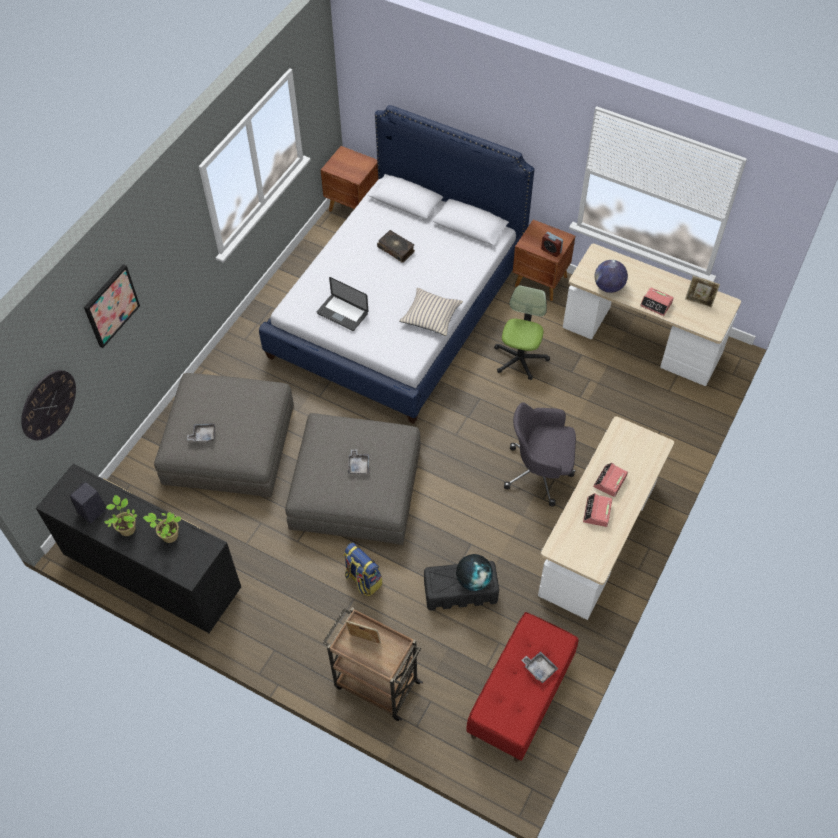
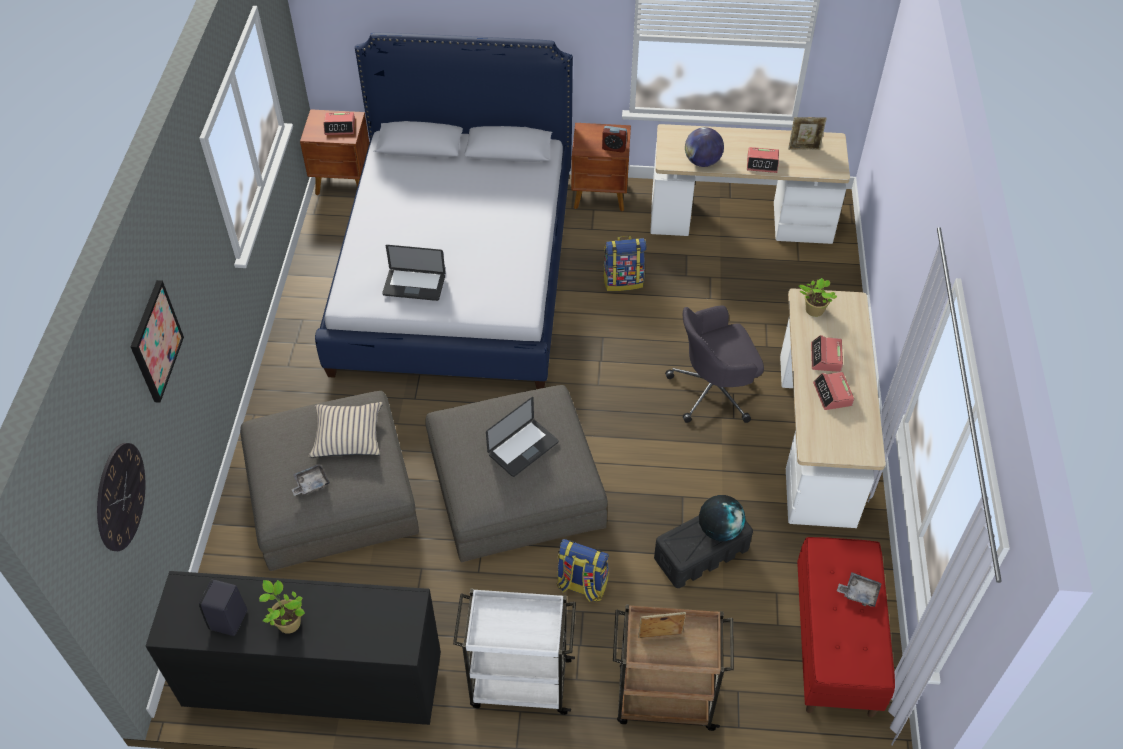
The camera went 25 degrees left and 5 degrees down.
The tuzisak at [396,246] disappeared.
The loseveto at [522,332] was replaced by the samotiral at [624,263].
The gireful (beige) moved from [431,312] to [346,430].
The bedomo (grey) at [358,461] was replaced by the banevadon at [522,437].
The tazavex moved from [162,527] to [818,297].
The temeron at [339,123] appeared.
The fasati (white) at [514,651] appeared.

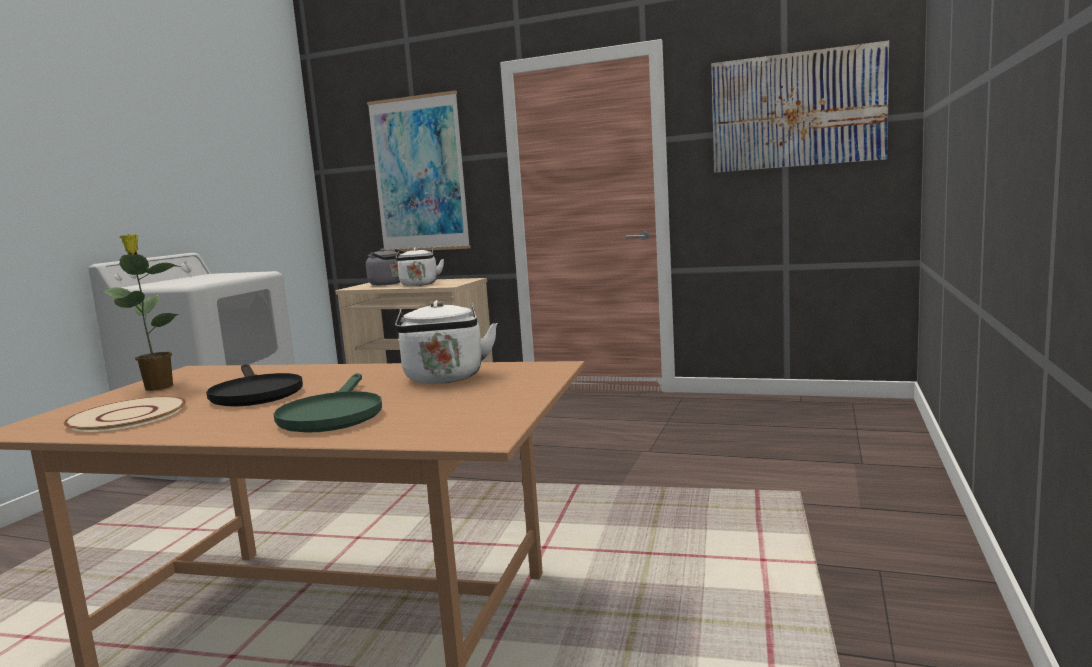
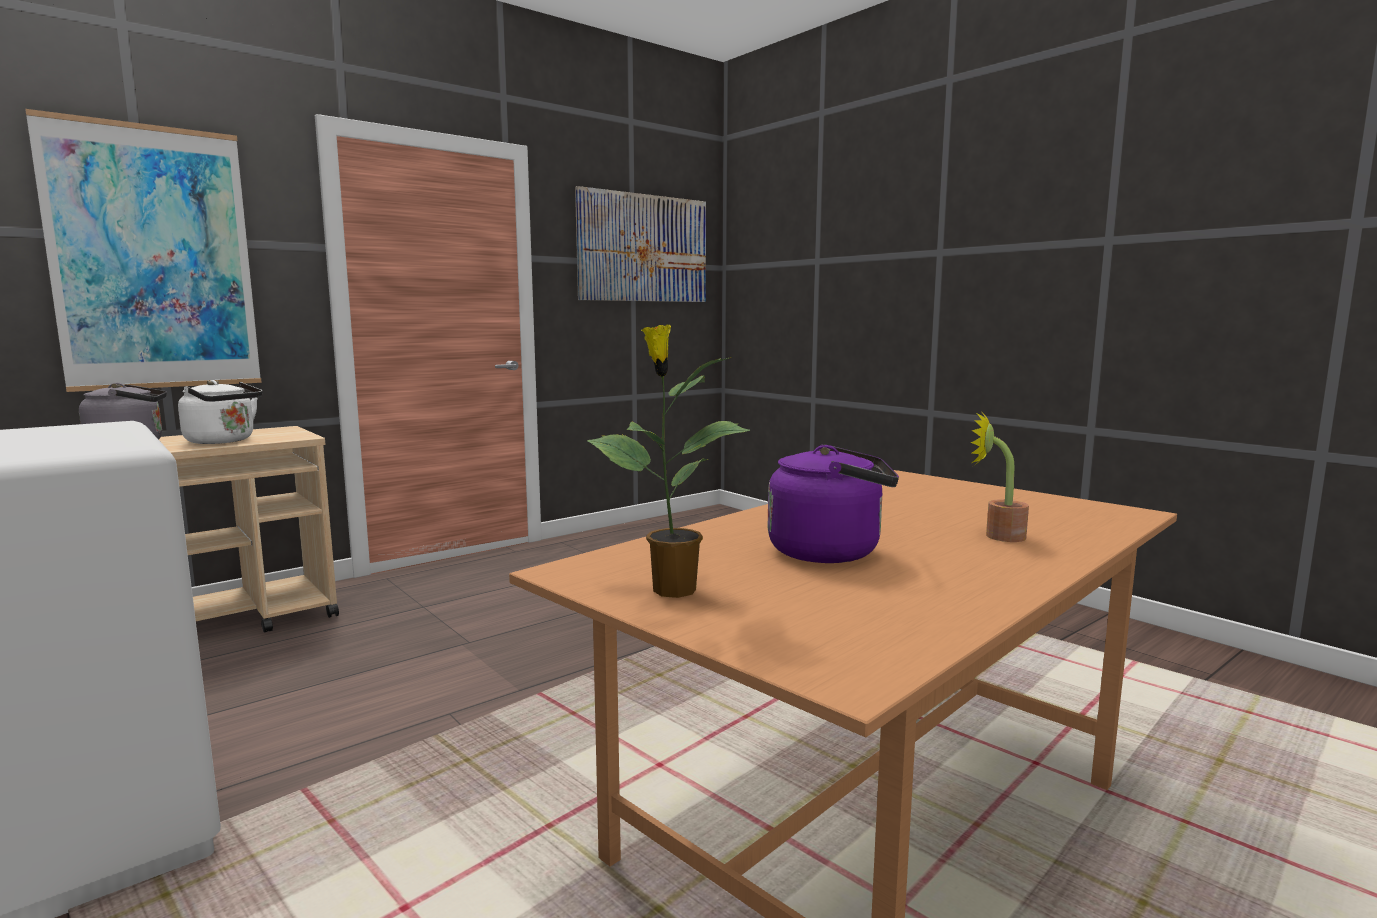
The camera went 60 degrees left and 0 degrees up.
The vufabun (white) at [446,342] disappeared.
The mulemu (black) at [254,385] was replaced by the vufabun (purple) at [833,503].
The mulemu (green) at [328,403] was replaced by the tazavex at [999,476].
The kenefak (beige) at [125,414] disappeared.

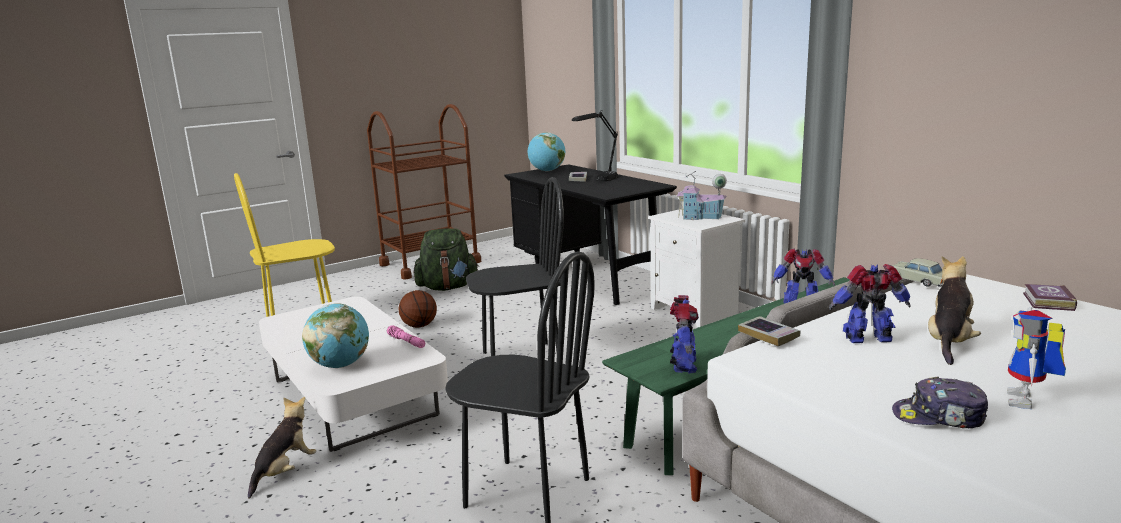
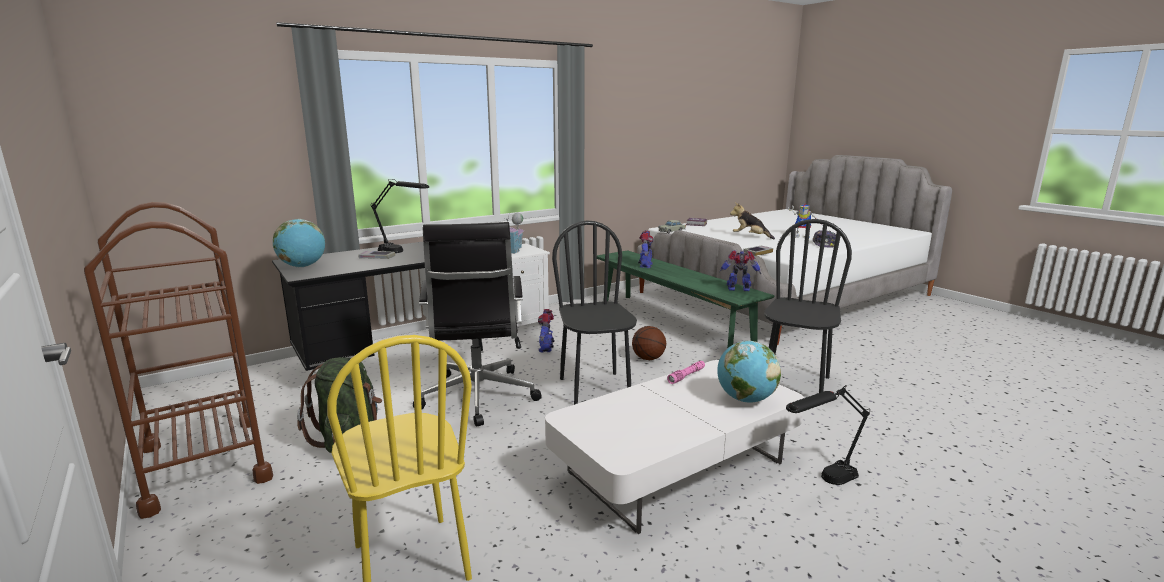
The camera went 90 degrees left and 0 degrees up.
The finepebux moved from [870,303] to [546,331].
The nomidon moved from [418,309] to [649,343].
The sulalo at [282,448] was replaced by the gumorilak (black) at [828,435].
The loseveto (black) at [477,324] appeared.

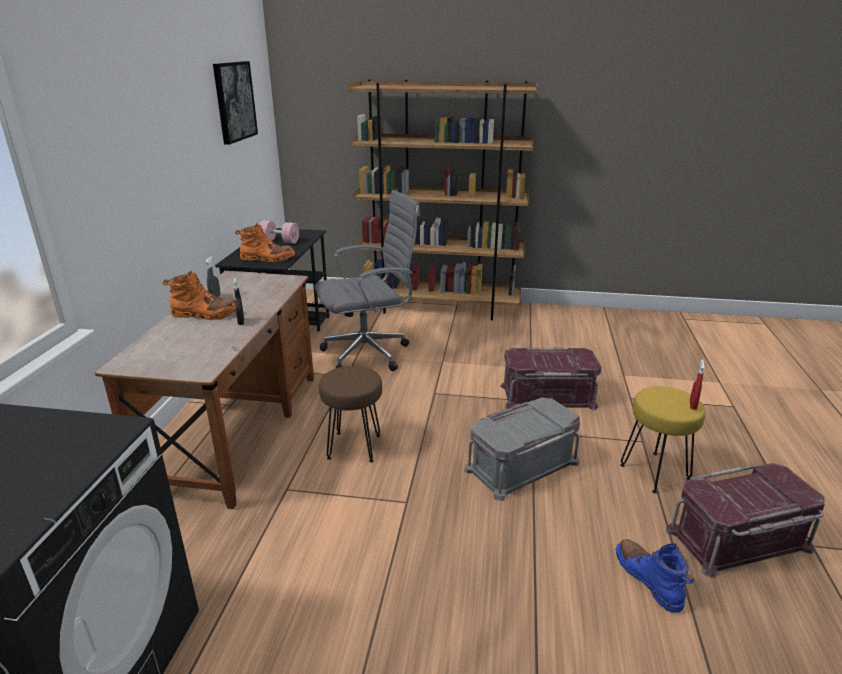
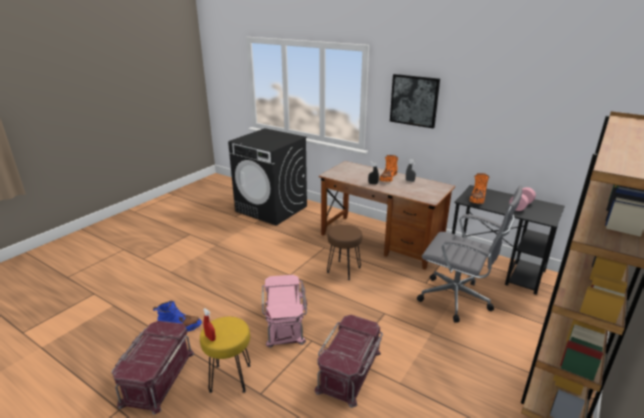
The camera went 115 degrees right and 0 degrees up.
The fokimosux moved from [235,103] to [415,101].
The loseveto (grey) at [367,280] turned 60 degrees counterclockwise.
The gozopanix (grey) at [522,449] became the gozopanix (pink) at [284,311].

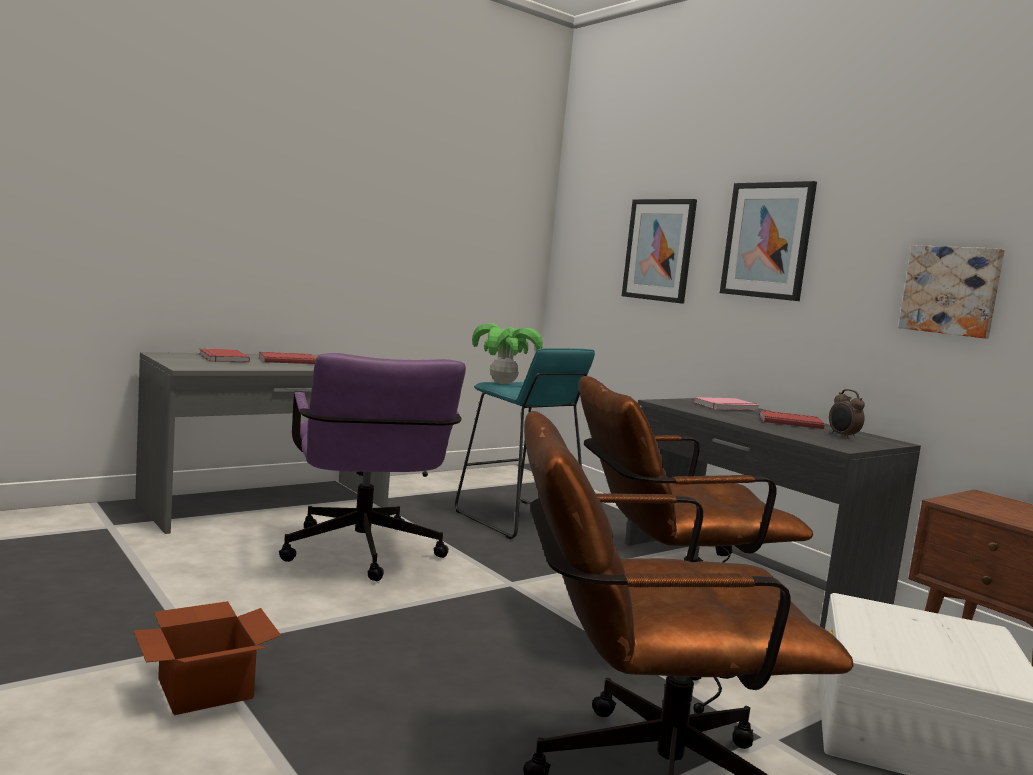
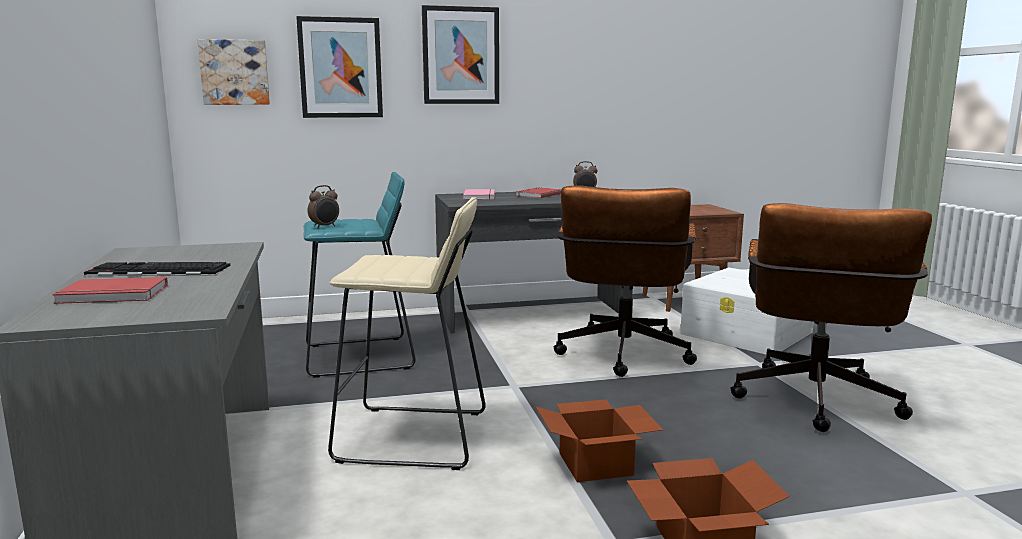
The camera went 65 degrees left and 5 degrees up.
The fokimosux moved from [951,292] to [234,72].
The tazavex at [507,354] was replaced by the temeron at [323,206].
The tuzisak (red) at [287,358] was replaced by the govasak at [157,269].
The loseveto (purple) at [372,467] was replaced by the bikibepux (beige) at [406,333].
The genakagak at [599,440] appeared.

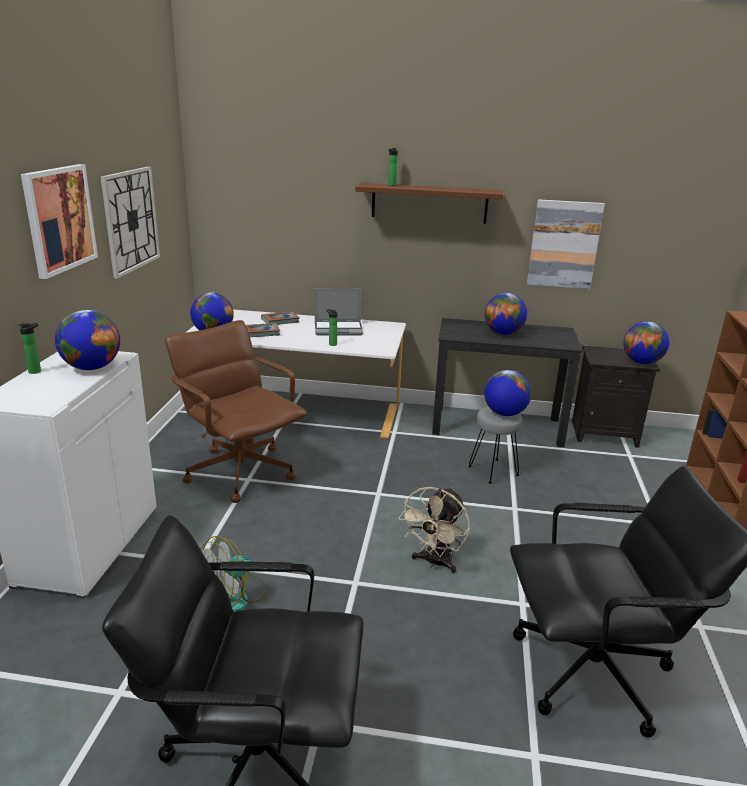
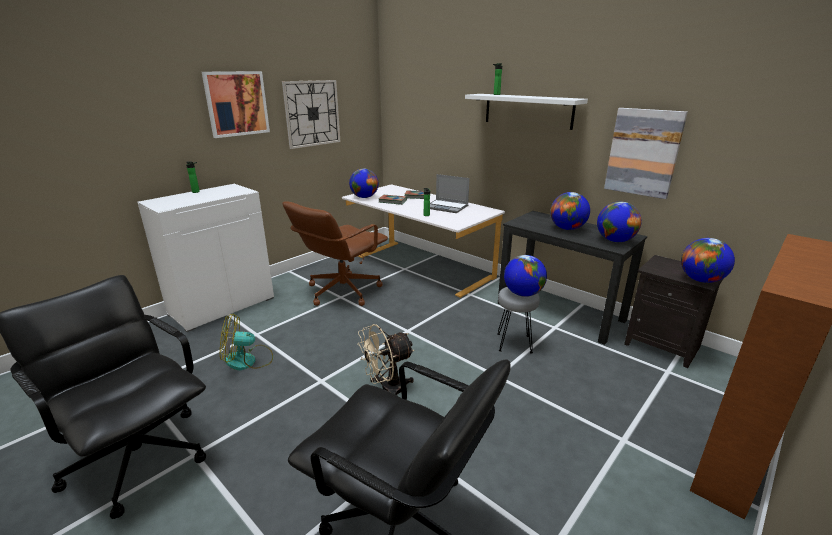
The camera went 35 degrees right and 0 degrees up.
The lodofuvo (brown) at [429,203] became the lodofuvo (white) at [526,112].
The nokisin moved from [87,340] to [619,222].
The loseveto (brown) at [236,411] turned 135 degrees counterclockwise.

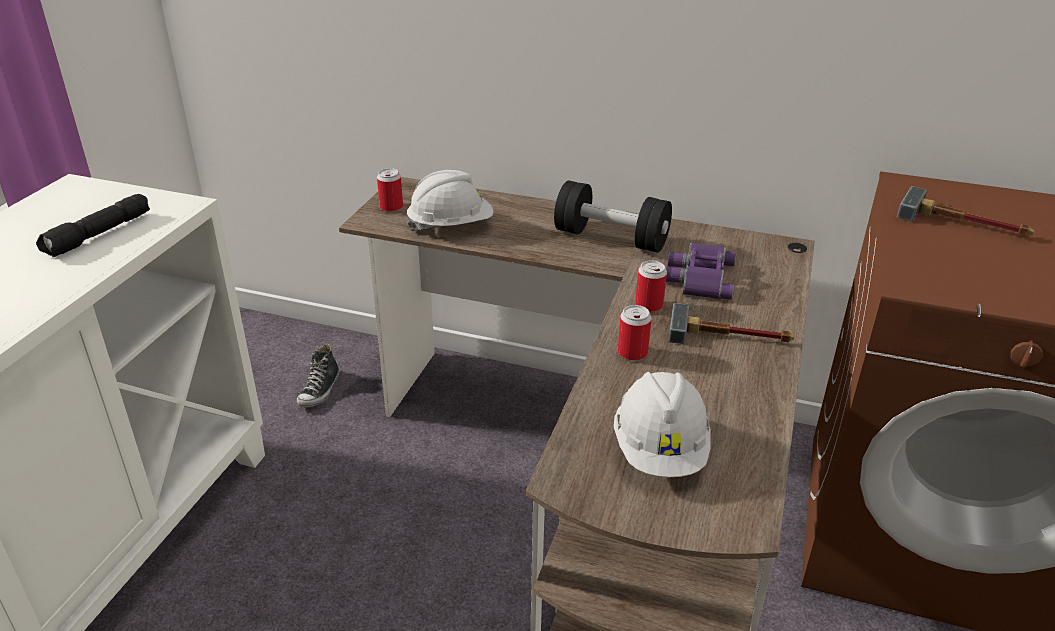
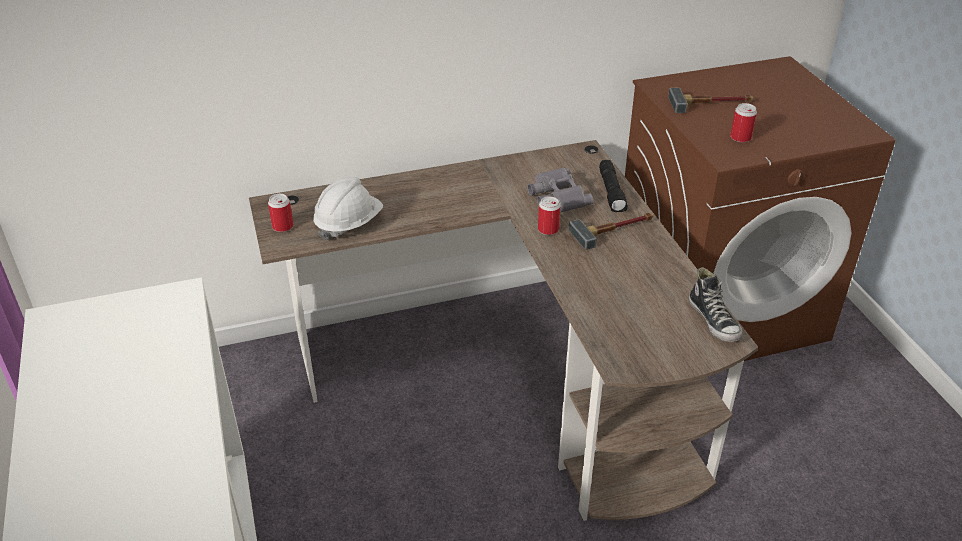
The camera went 35 degrees left and 5 degrees up.
The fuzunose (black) at [613,217] disappeared.
The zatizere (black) moved from [93,225] to [613,186].
The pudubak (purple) at [701,271] became the pudubak (grey) at [560,190].
The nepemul moved from [635,333] to [743,123].
The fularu moved from [318,375] to [716,304].
The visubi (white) at [662,424] disappeared.

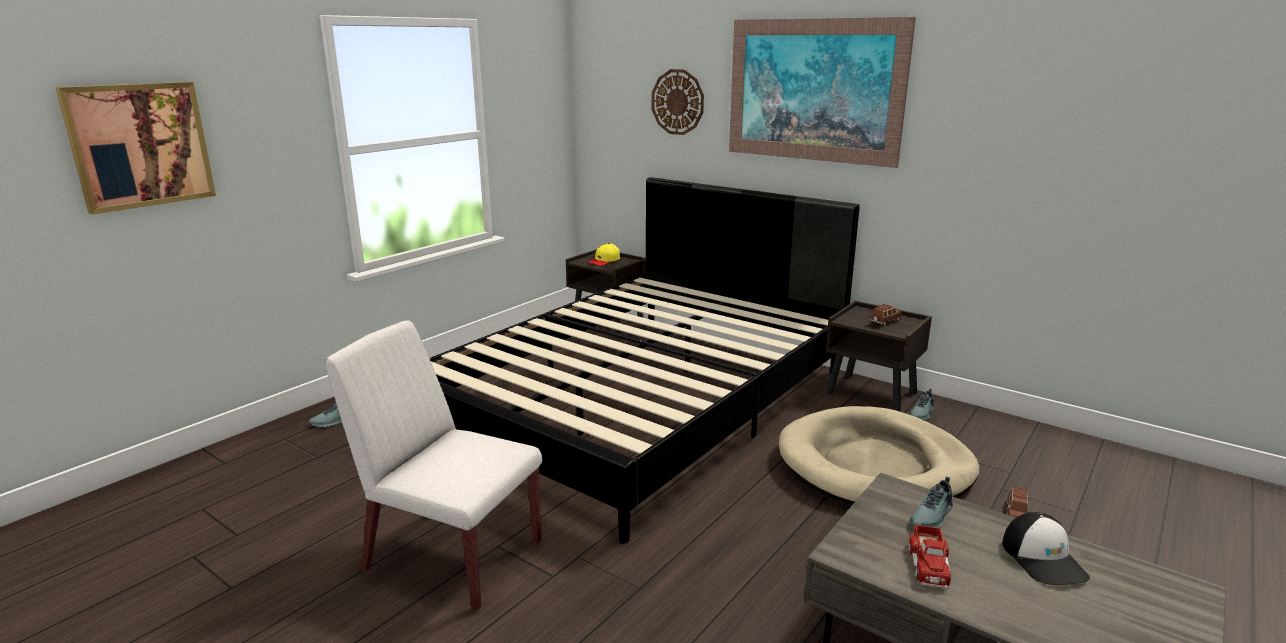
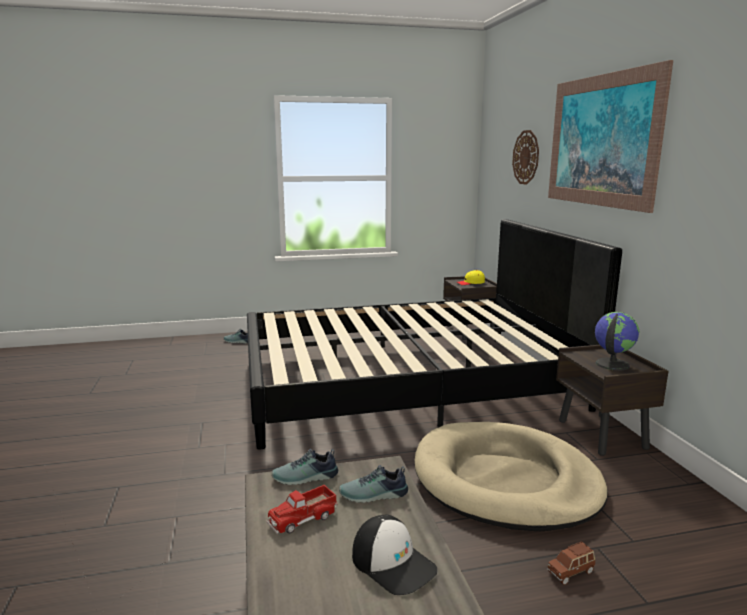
The camera went 40 degrees right and 5 degrees down.
The fokimosux at [135,148] disappeared.
The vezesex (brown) at [886,315] was replaced by the nokisin at [617,341].
The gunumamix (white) at [433,466] disappeared.
The fularu moved from [921,404] to [305,467].
The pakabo at [1046,548] turned 75 degrees counterclockwise.

